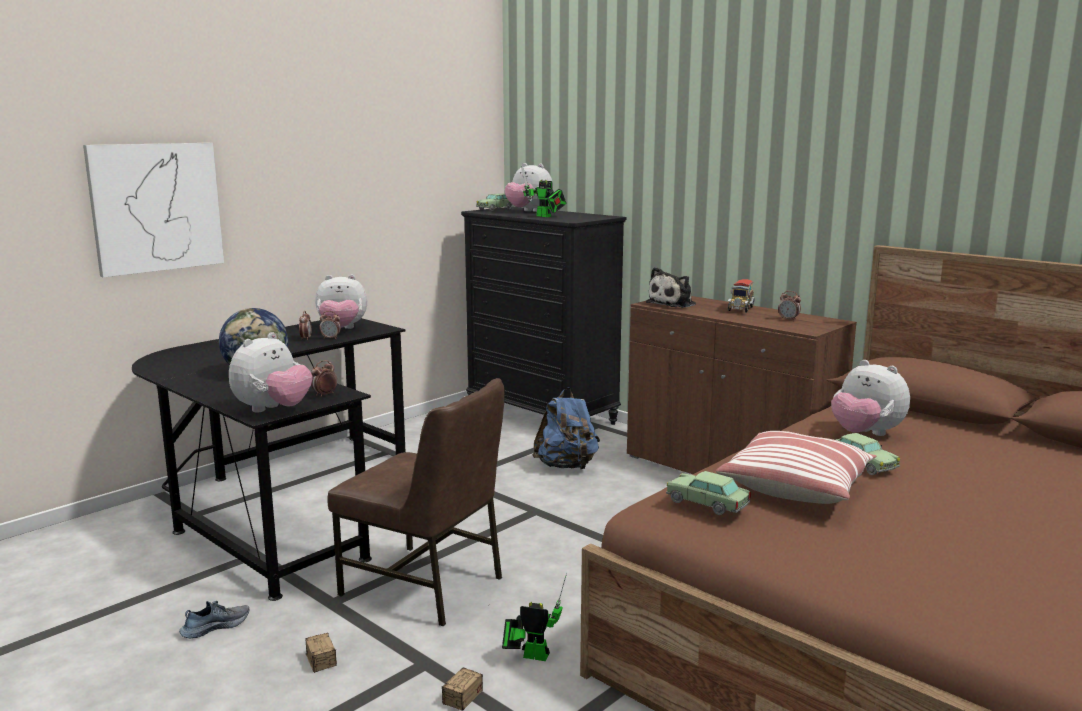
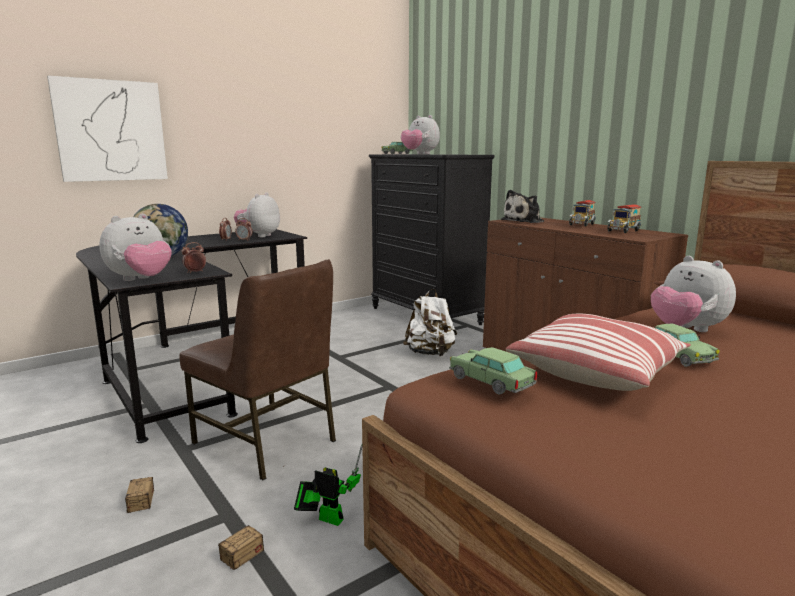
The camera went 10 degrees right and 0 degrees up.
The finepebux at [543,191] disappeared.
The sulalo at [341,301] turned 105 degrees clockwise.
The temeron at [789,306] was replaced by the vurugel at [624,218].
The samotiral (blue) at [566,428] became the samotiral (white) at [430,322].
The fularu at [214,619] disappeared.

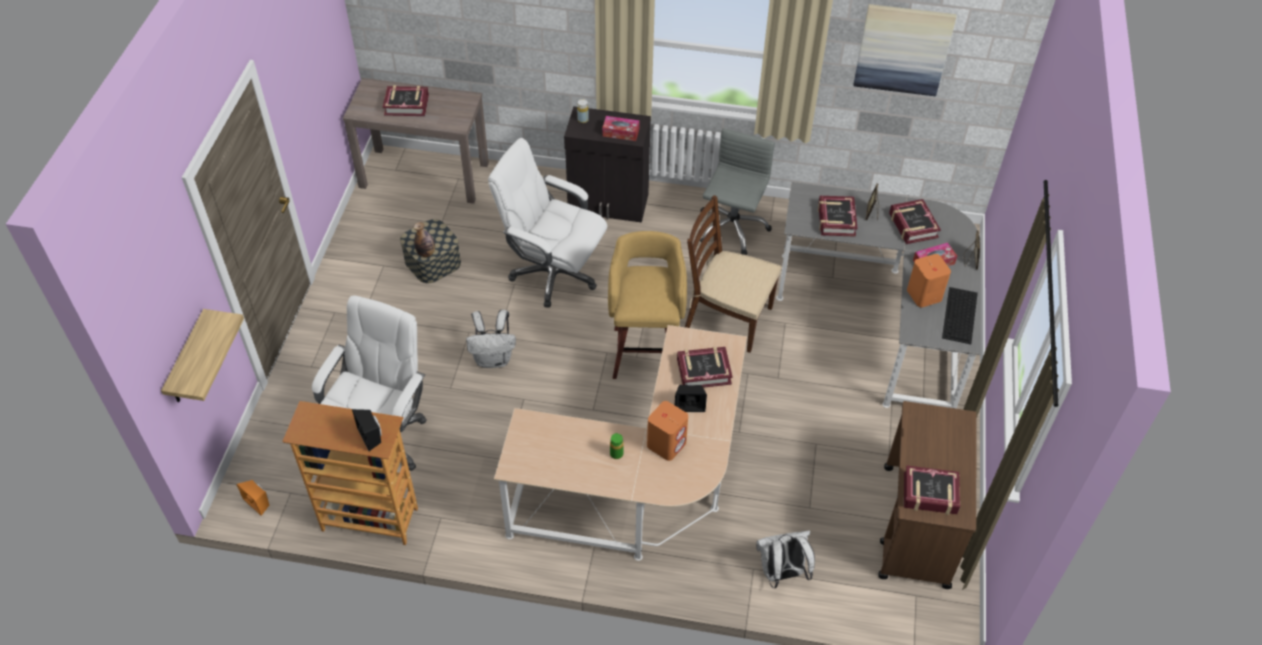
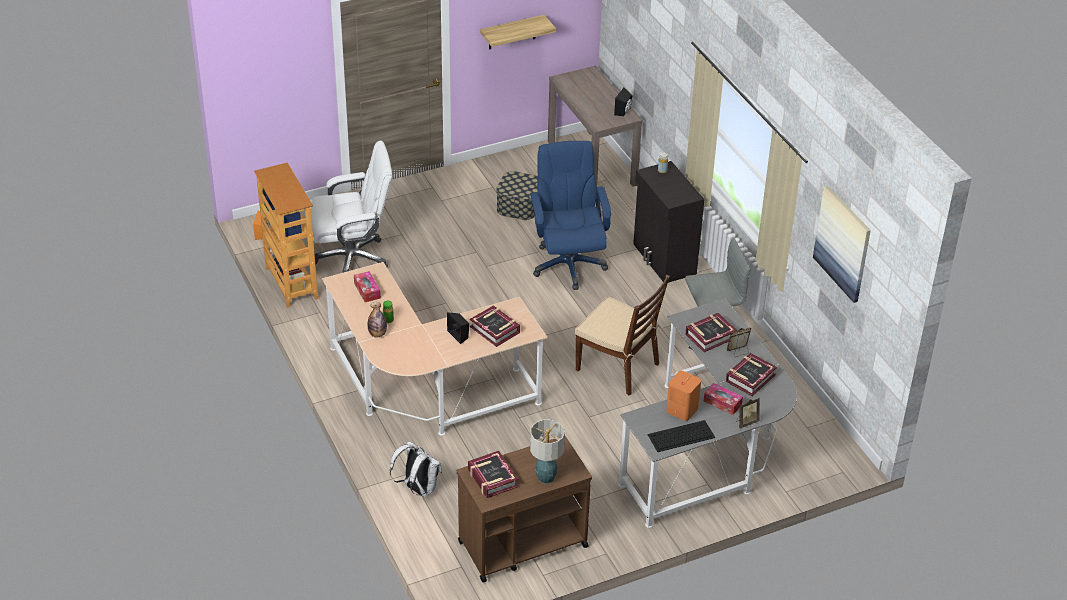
The camera went 55 degrees right and 10 degrees down.
The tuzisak at [406,100] disappeared.
The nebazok moved from [621,128] to [367,286].
The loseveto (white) at [547,223] became the loseveto (blue) at [570,215].
The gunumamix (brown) at [733,274] turned 135 degrees clockwise.
The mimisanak moved from [424,239] to [377,319].
The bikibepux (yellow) at [647,305] disappeared.
The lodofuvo moved from [202,355] to [518,32].
The samotiral (white) at [491,339] disappeared.
The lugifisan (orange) at [667,431] disappeared.
The lugifisan (black) moved from [366,430] to [623,102].
The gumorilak at [547,451] appeared.

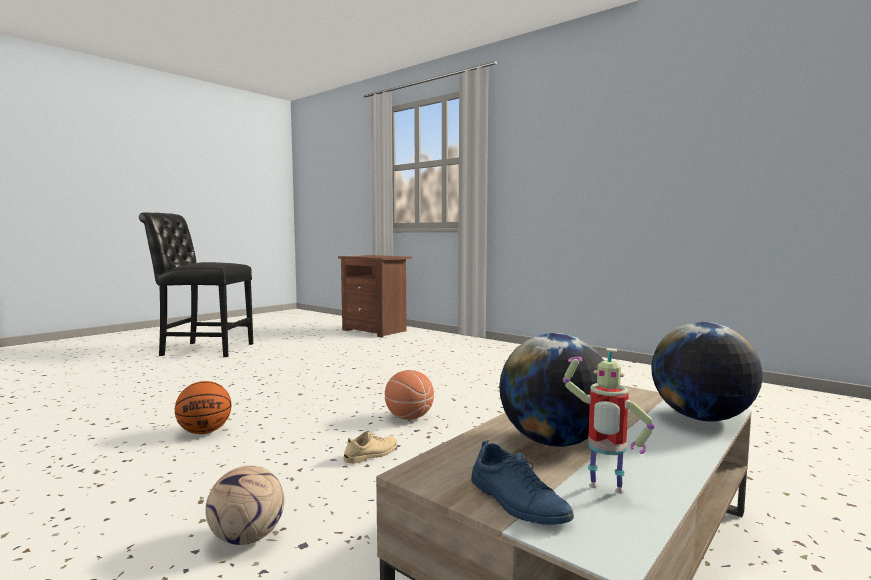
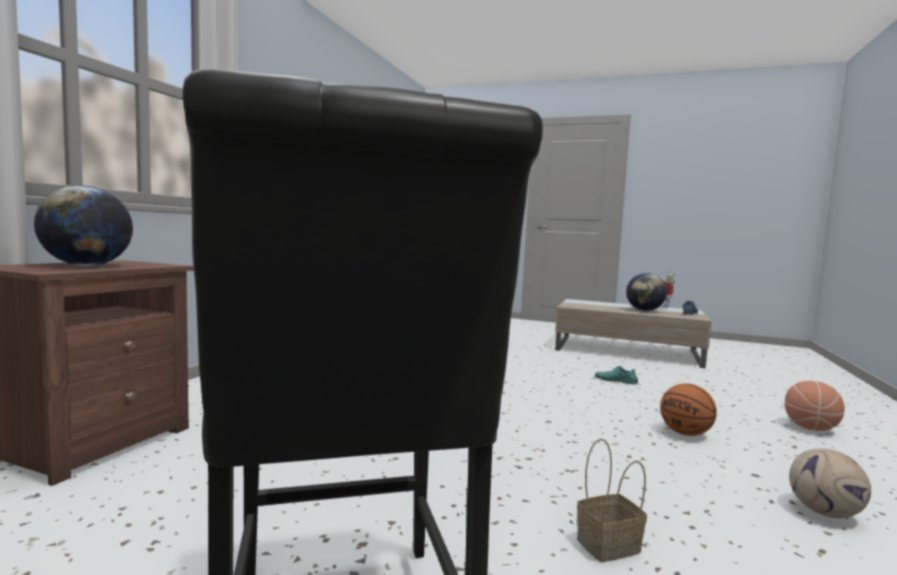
The camera went 110 degrees left and 0 degrees up.
The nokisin moved from [707,372] to [83,225].
The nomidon moved from [409,395] to [815,406].
The fularu (beige) at [370,447] became the fularu (turquoise) at [616,375].
The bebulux moved from [244,505] to [830,483].
The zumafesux at [612,500] appeared.

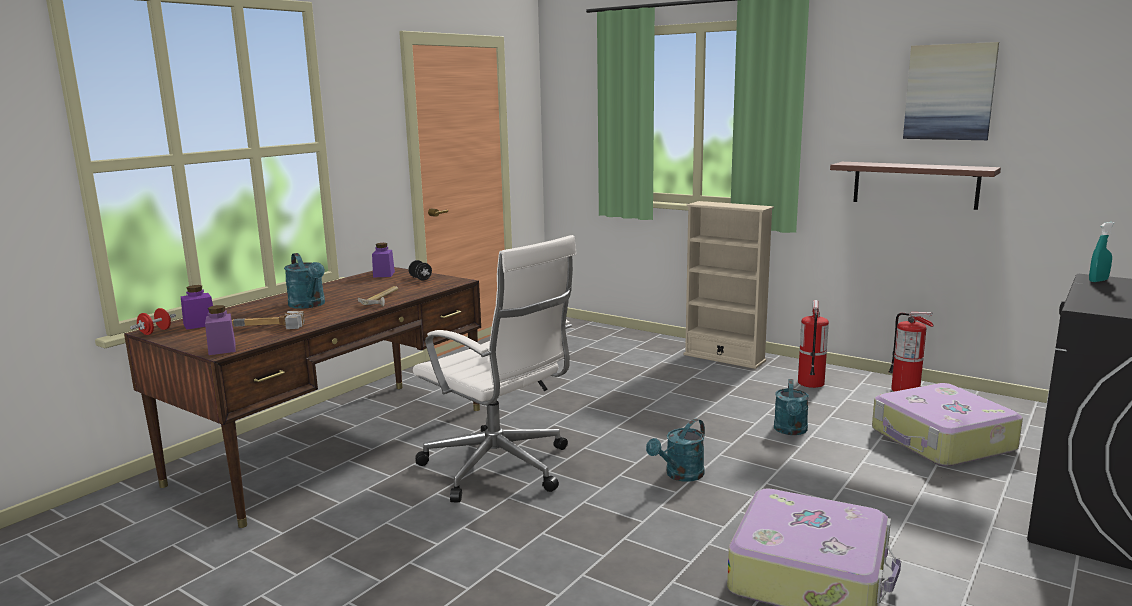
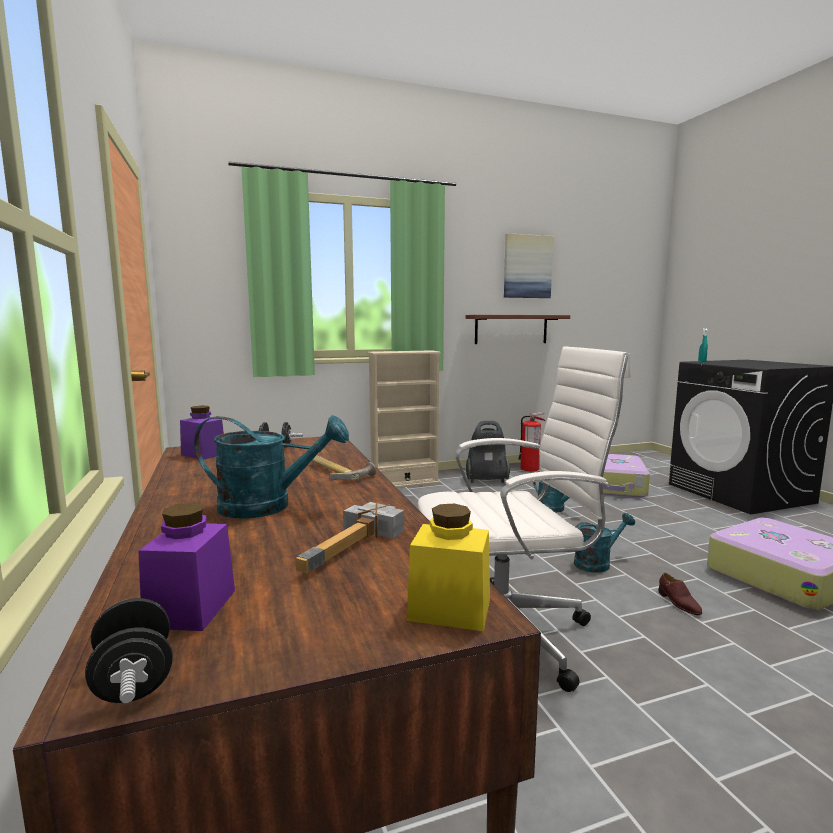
The camera went 55 degrees left and 5 degrees down.
The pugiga at [813,344] was replaced by the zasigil at [488,452].
The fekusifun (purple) at [220,330] became the fekusifun (yellow) at [448,567].
The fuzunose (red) at [153,321] became the fuzunose (black) at [129,650].
The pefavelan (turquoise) at [675,450] turned 105 degrees counterclockwise.
The fularu (brown) at [680,594] appeared.

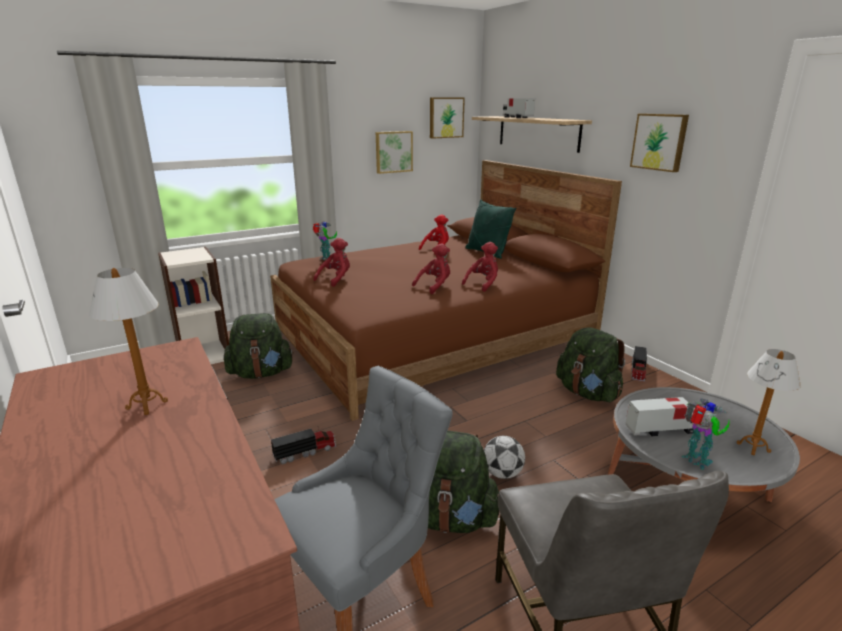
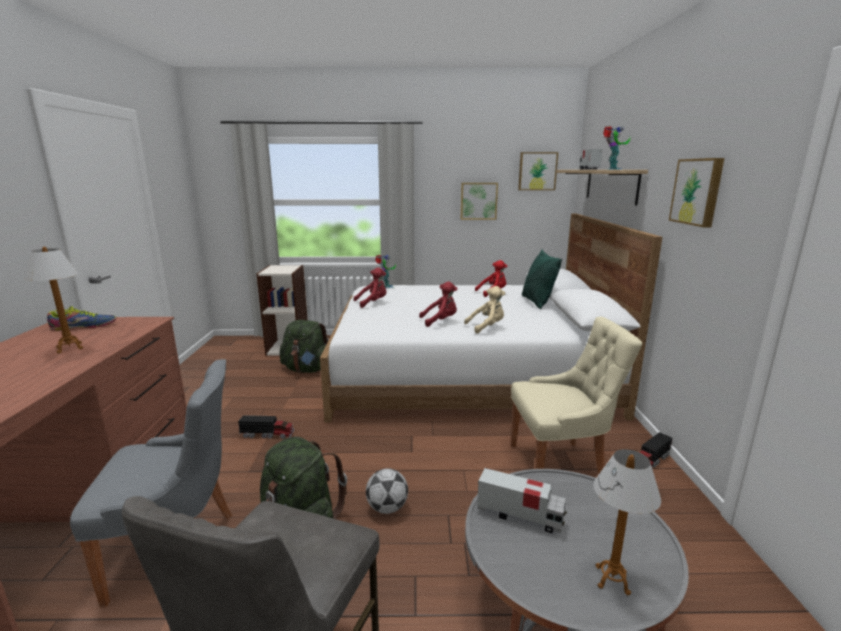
The camera went 30 degrees right and 5 degrees down.
The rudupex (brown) at [446,290] became the rudupex (white) at [491,317].
The sulalo (red) at [480,267] became the sulalo (beige) at [484,310].
The samotiral (green) at [590,364] was replaced by the gunumamix (beige) at [576,396].
The finepebux moved from [705,434] to [616,148].
The fularu at [81,318] appeared.

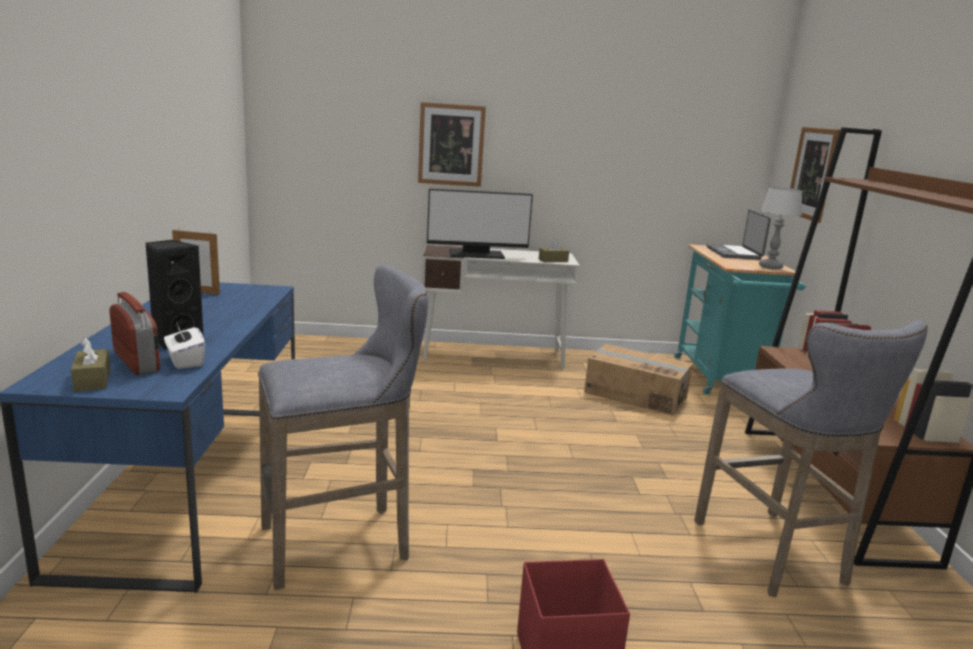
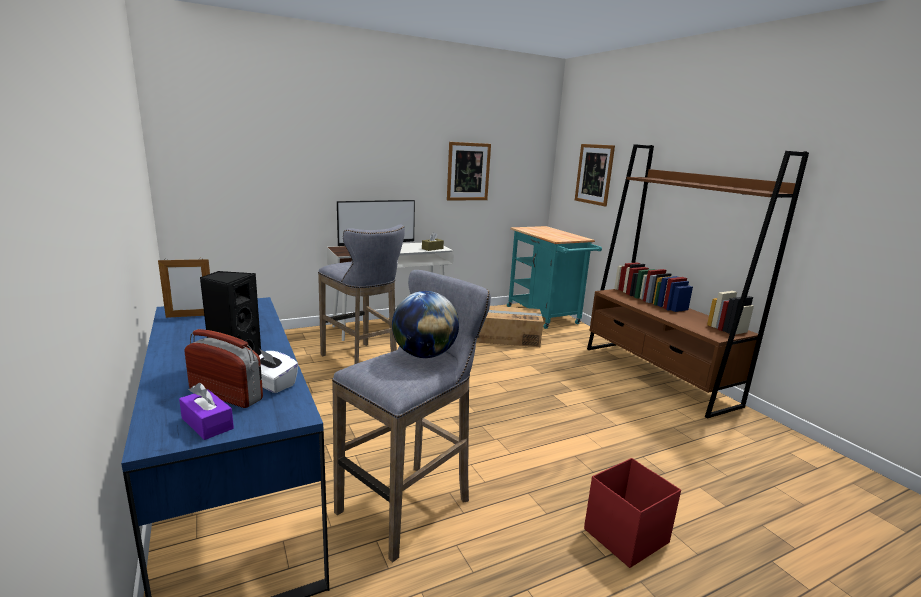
The camera went 25 degrees left and 0 degrees up.
The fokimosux moved from [452,144] to [469,171].
The gumorilak at [780,228] disappeared.
The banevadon at [738,235] disappeared.
The bikibepux (grey) moved from [811,458] to [361,294].
The nebazok (brown) at [90,365] became the nebazok (purple) at [206,411].
The nokisin at [425,324] appeared.

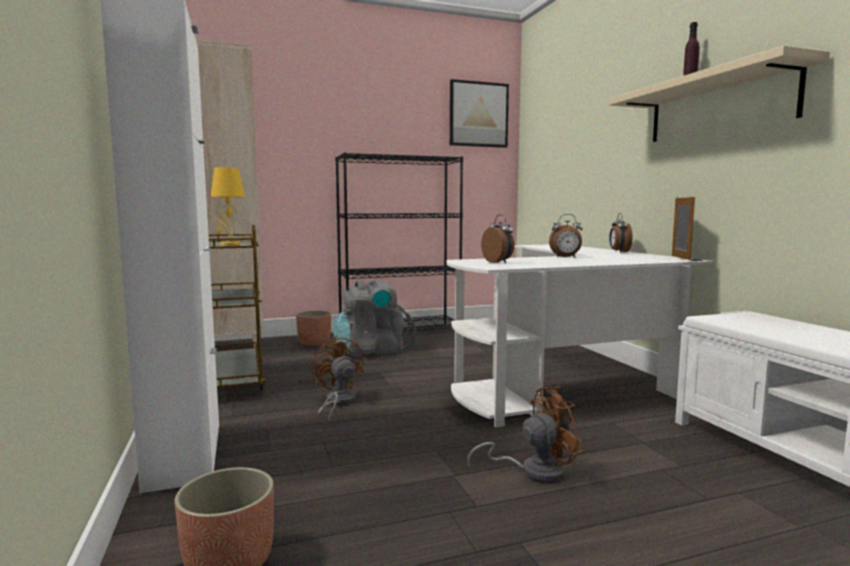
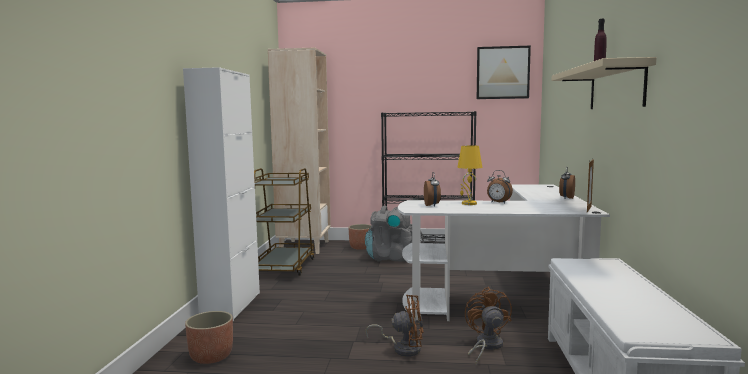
The camera went 25 degrees right and 0 degrees up.
The gumorilak (yellow) moved from [228,206] to [469,175].
The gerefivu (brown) moved from [337,379] to [488,325].

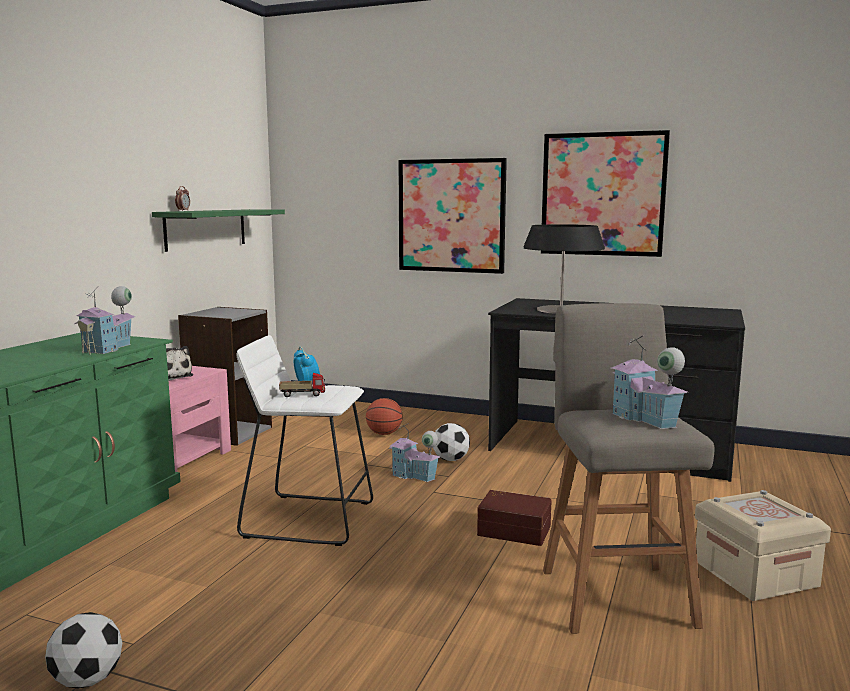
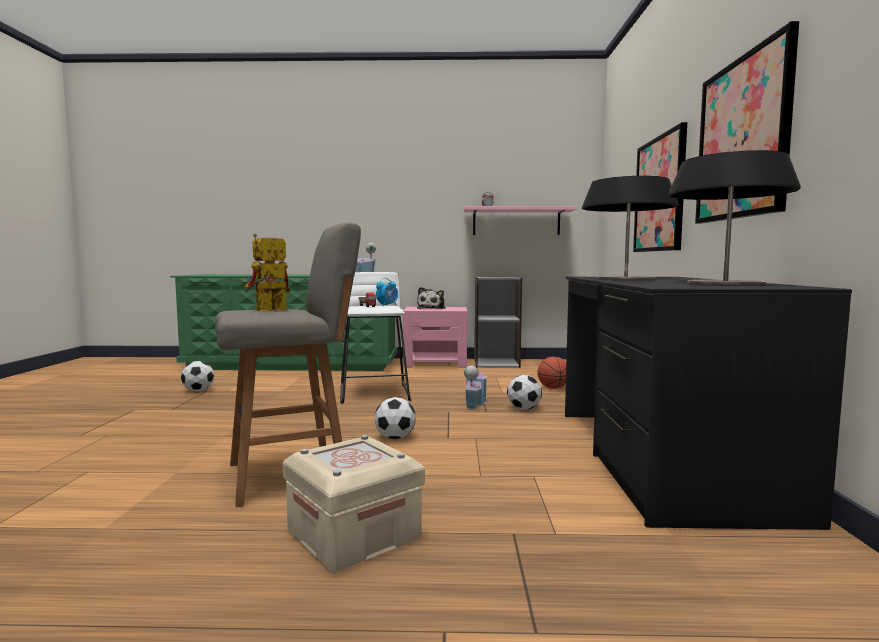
The camera went 70 degrees right and 5 degrees down.
The lodofuvo (green) at [218,230] became the lodofuvo (pink) at [520,220].
The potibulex at [649,382] was replaced by the finepebux at [267,272].
The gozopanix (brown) at [514,518] was replaced by the bebulux at [395,418].
The gumorilak at [735,217] appeared.

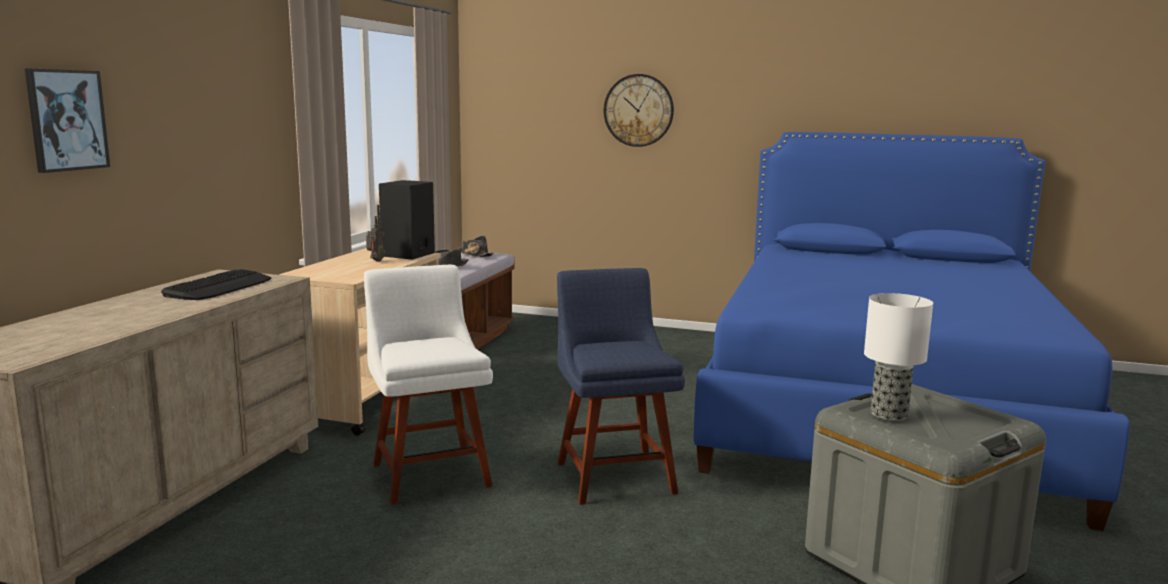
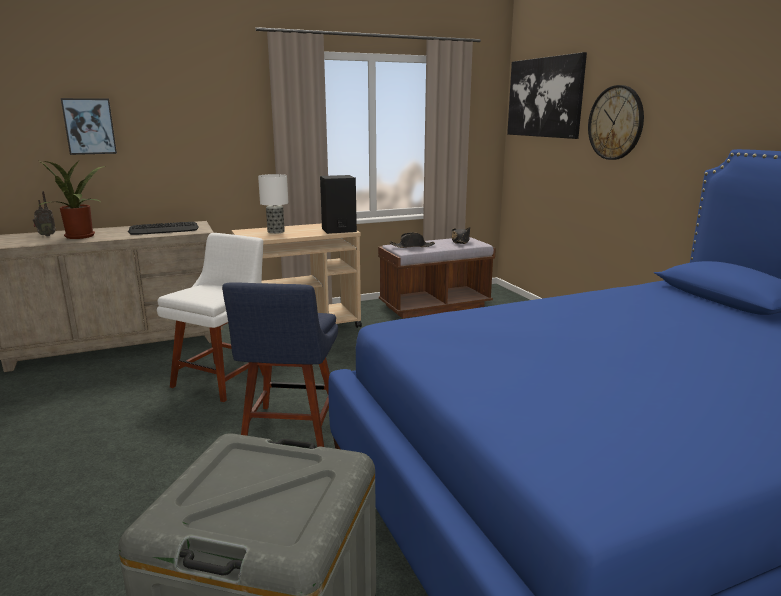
The camera went 50 degrees right and 5 degrees up.
The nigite moved from [375,233] to [44,213].
The gunumamix (blue) at [621,386] turned 150 degrees clockwise.
The gumorilak moved from [898,357] to [273,204].
The fokimosux at [547,95] appeared.
The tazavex at [71,199] appeared.

